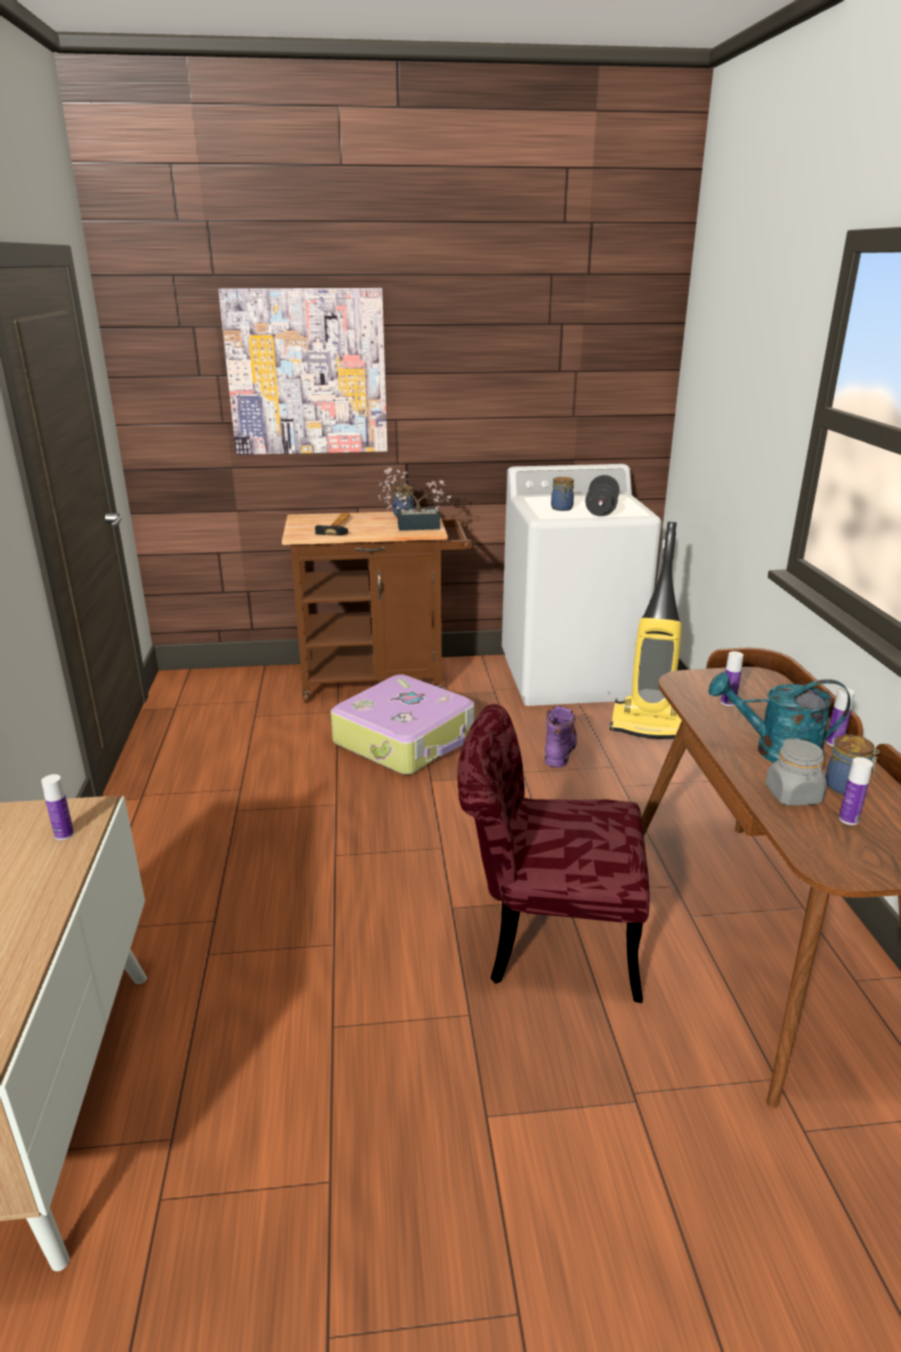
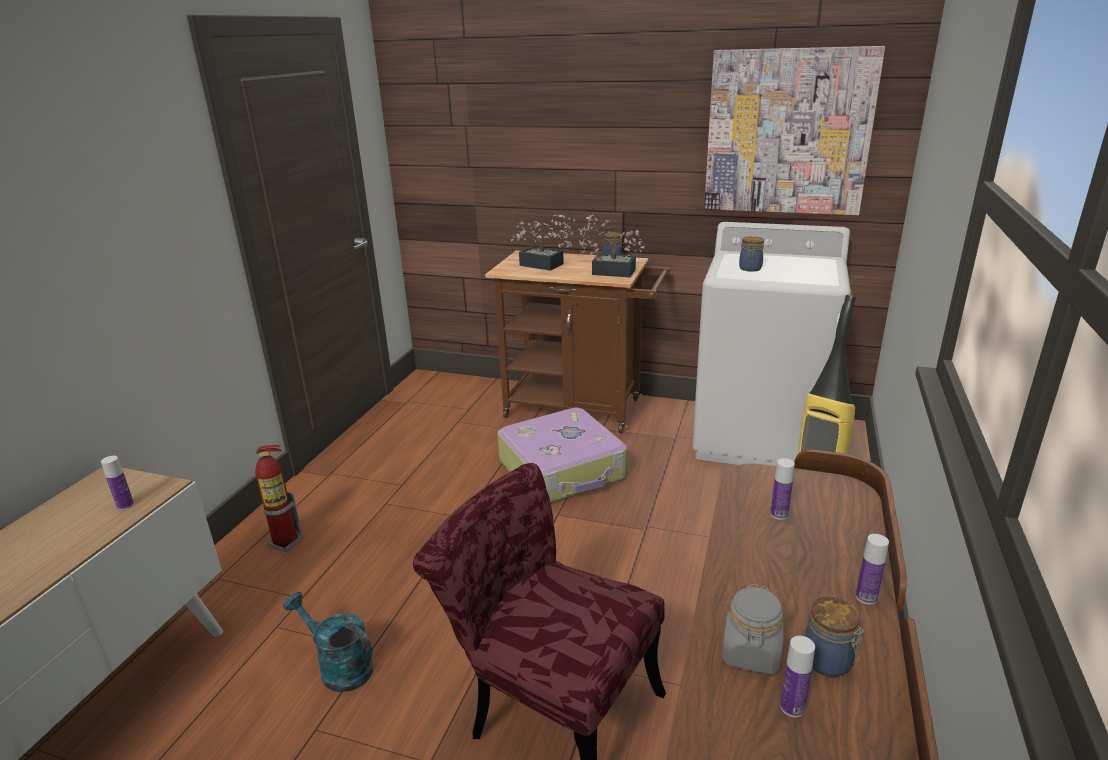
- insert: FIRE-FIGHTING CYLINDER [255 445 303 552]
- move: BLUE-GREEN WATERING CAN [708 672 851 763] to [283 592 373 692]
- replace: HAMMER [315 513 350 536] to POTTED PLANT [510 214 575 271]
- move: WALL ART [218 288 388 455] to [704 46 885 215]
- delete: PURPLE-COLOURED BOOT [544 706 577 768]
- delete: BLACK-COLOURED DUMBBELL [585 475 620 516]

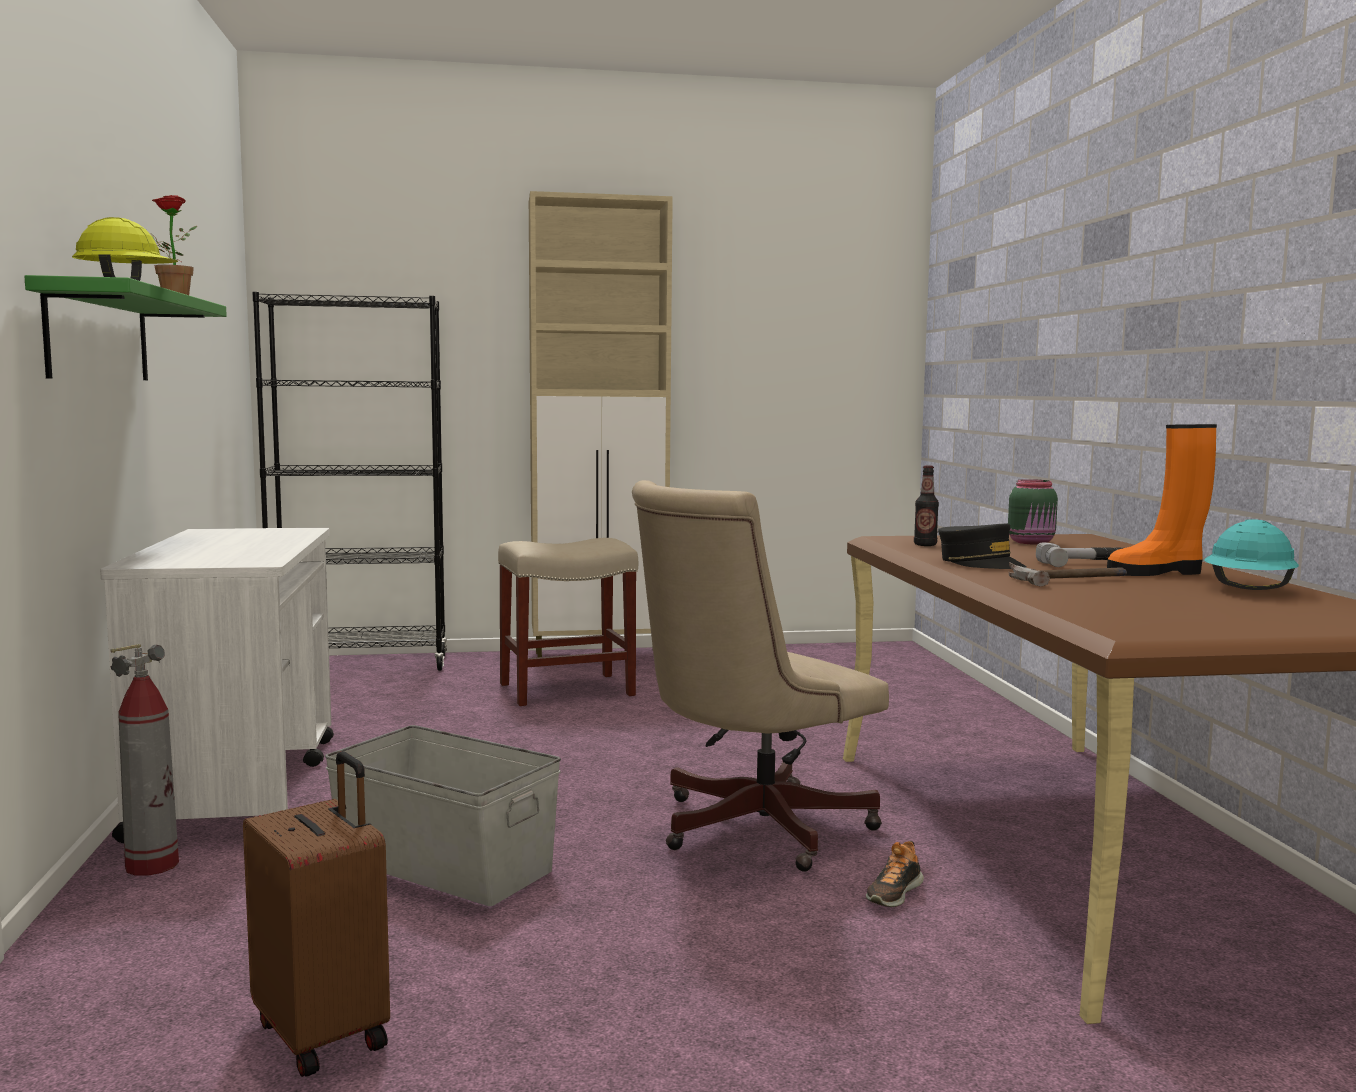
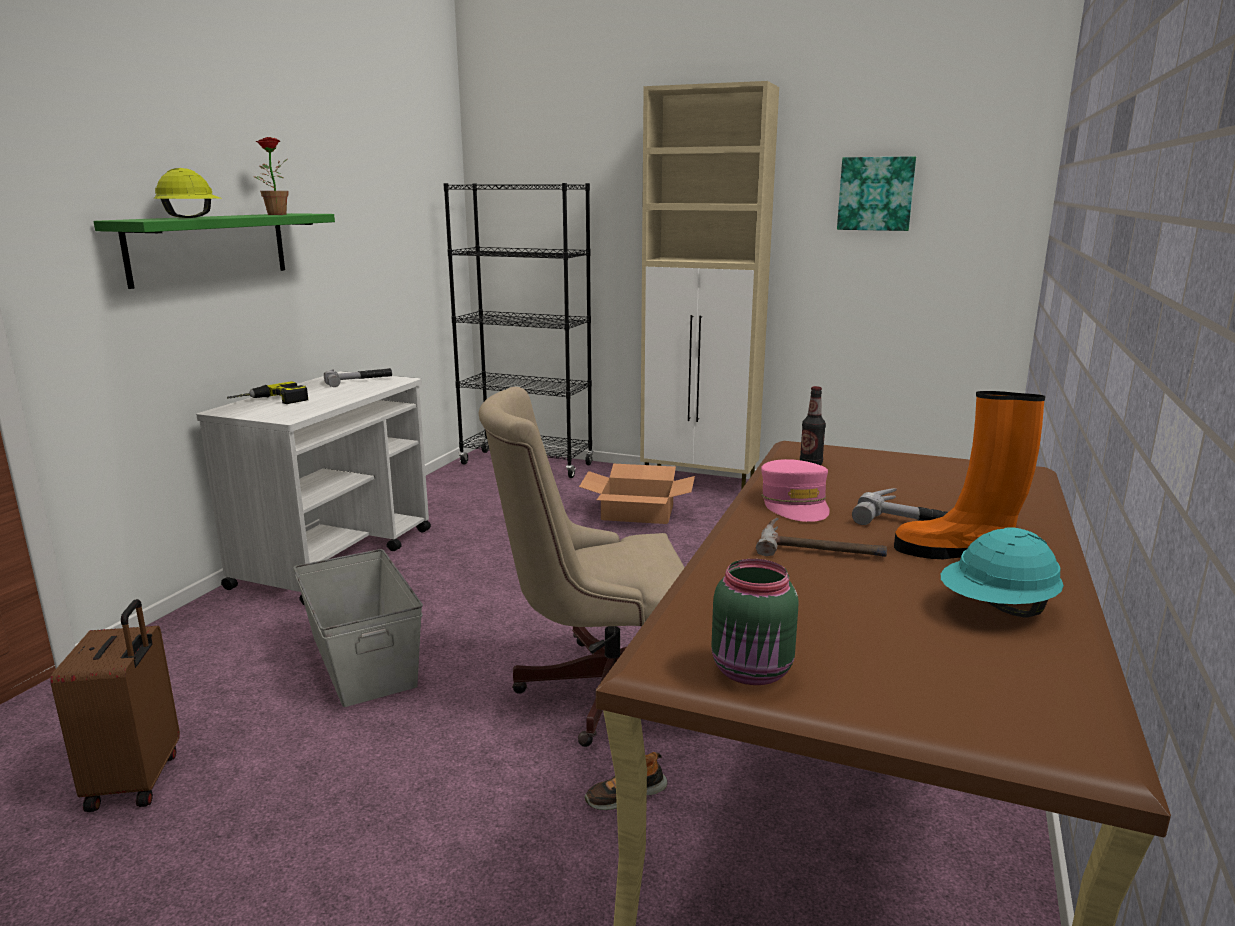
- insert: ELECTRIC DRILL [227 381 308 404]
- insert: HAMMER [324 368 392 387]
- replace: BEIGE STOOL SEAT [498 538 638 706] to PACKING BOX [579 464 695 524]
- move: GREEN-COLOURED PRESERVE JAR [1008 479 1058 545] to [711 559 798 685]
- recolor: BLACK-COLOURED CAP [938 524 1026 569] to PINK CAP [761 459 830 522]
- insert: WALL ART [837 156 916 231]
- delete: FIRE-FIGHTING CYLINDER [110 644 179 876]

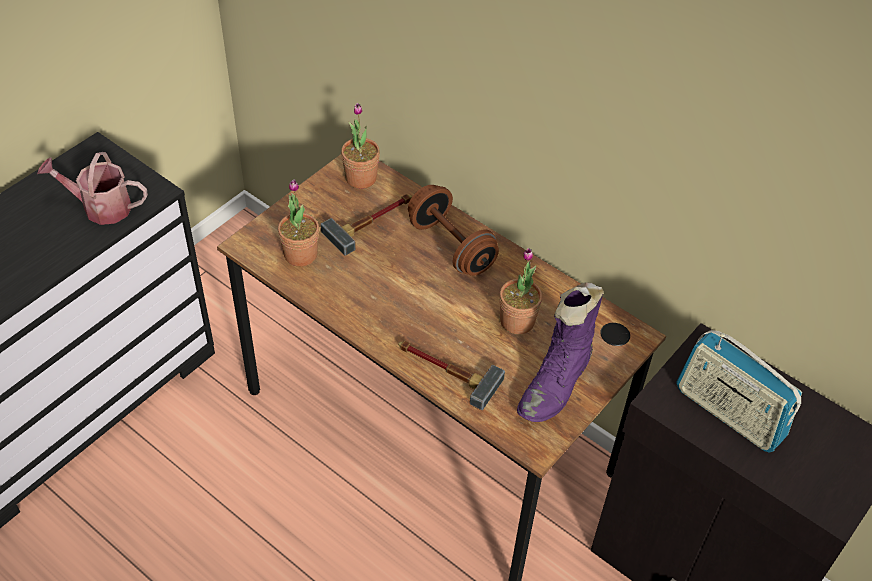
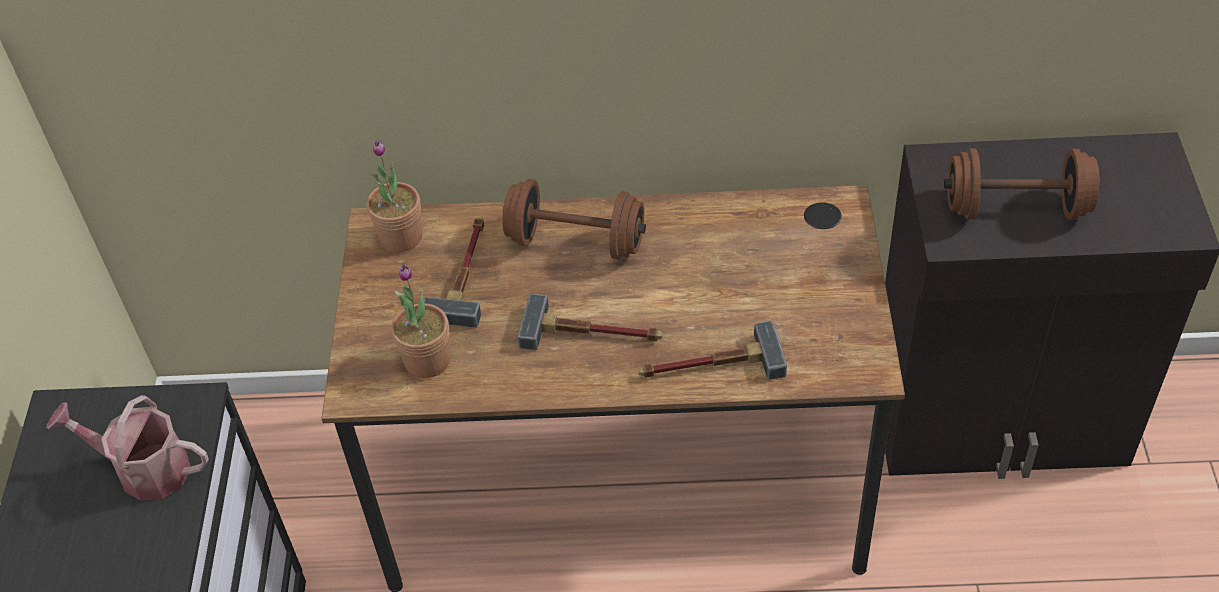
- rotate: WATERING CAN [37 152 148 225] = [46 395 209 501] 45 degrees clockwise
- insert: HAMMER [517 293 663 350]
- replace: RADIO [677 330 802 453] to BROWNISH DUMBBELL [944 148 1101 220]
- delete: POTTED PLANT [499 248 542 334]
- delete: PURPLE-COLOURED BOOT [517 282 604 422]

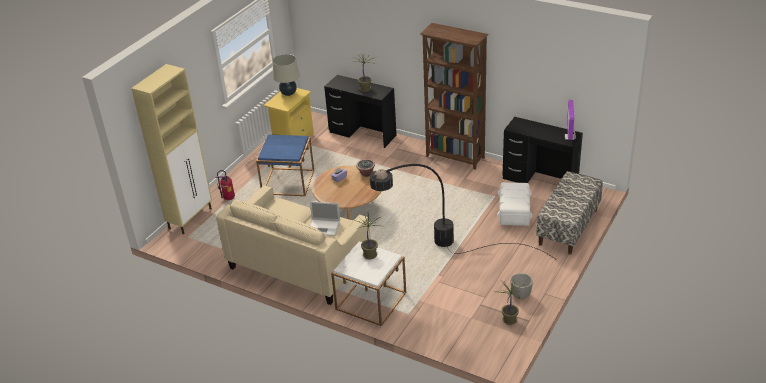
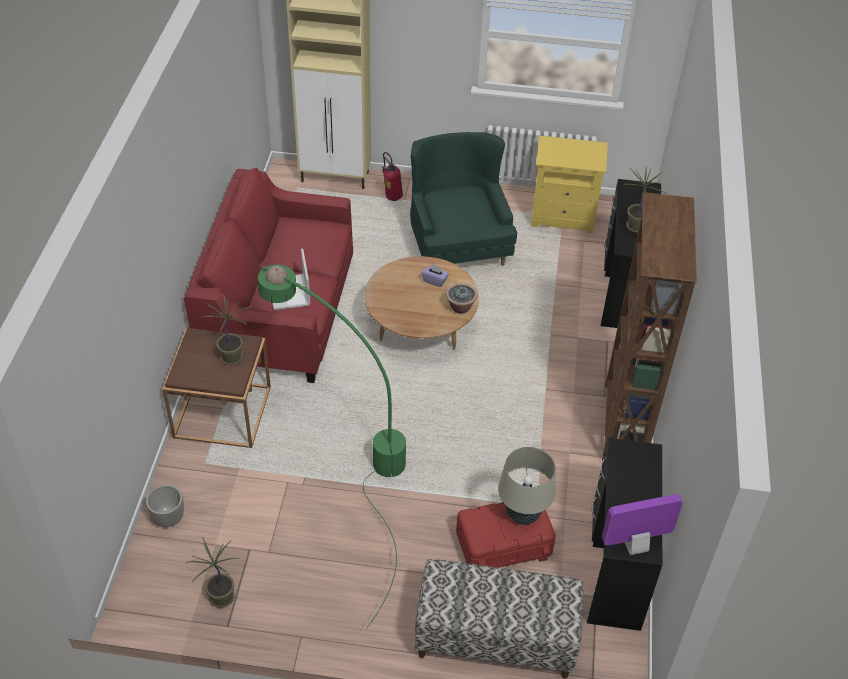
- move: FLOWER POT [511 273 533 299] to [146 485 184 527]
- recolor: WHITISH SIDE TABLE [331 241 406 326] to BROWNISH SIDE TABLE [162 328 271 448]
- recolor: BEIGE COUCH [216 185 371 305] to RED COUCH [184 168 353 383]
- recolor: BLACK-COLOURED STANDARD LAMP [370 164 557 260] to GREEN-COLOURED STANDARD LAMP [258 265 406 628]
- replace: BLUISH SIDE TABLE [256 135 314 196] to GREEN-COLOURED EASY CHAIR [410 132 517 266]
- recolor: WHITISH STORAGE BOX [497 182 532 226] to RED STORAGE BOX [456 502 556 568]
- move: BEIGE TABLE LAMP [273 54 300 96] to [498 447 556 525]

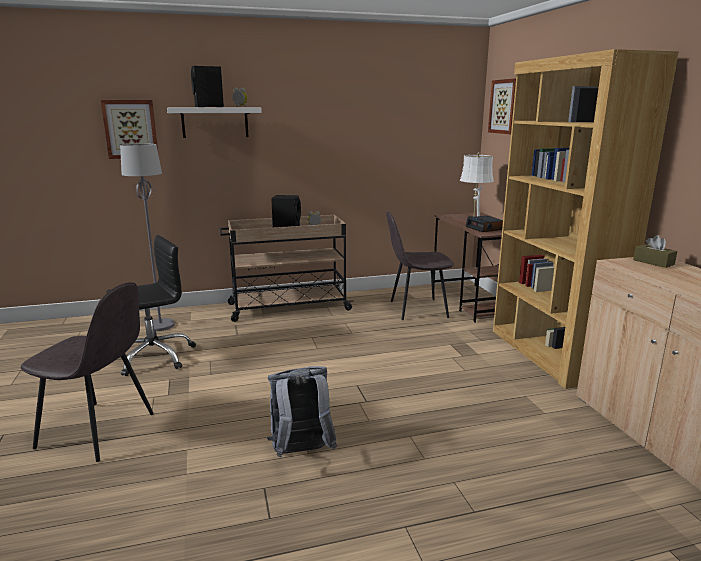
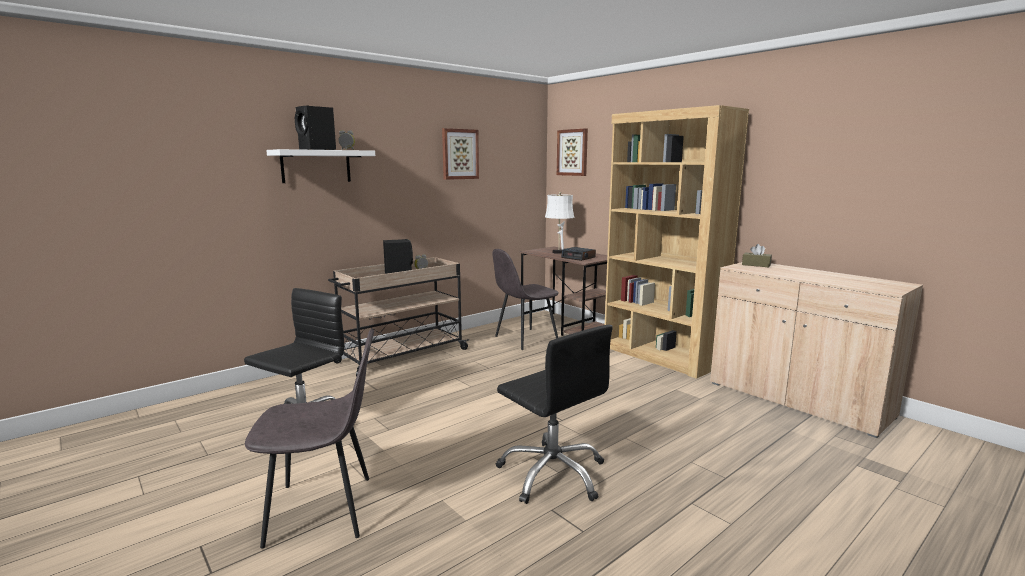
- move: WALL ART [101 100 158 159] to [442 128 479 180]
- replace: GREY BACKPACK [267 366 337 457] to BLACK-COLOURED DESK CHAIR [496 325 613 504]
- delete: GREY STANDARD LAMP [120 144 175 331]

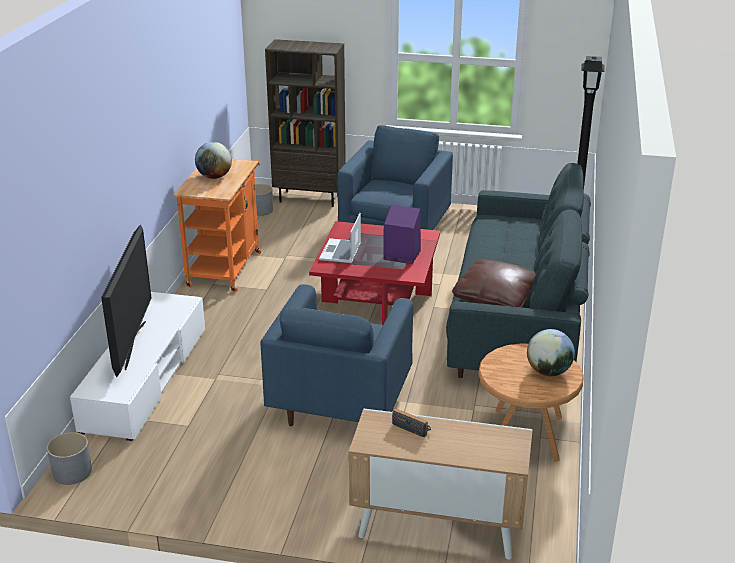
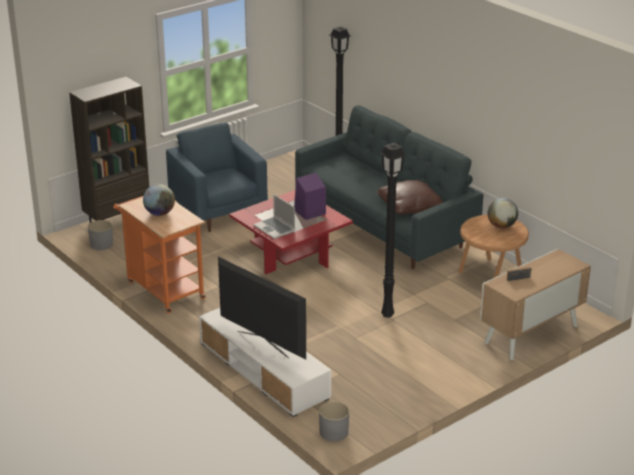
- replace: BLUISH EASY CHAIR [260 284 413 426] to BLACK-COLOURED STANDARD LAMP [379 142 408 318]

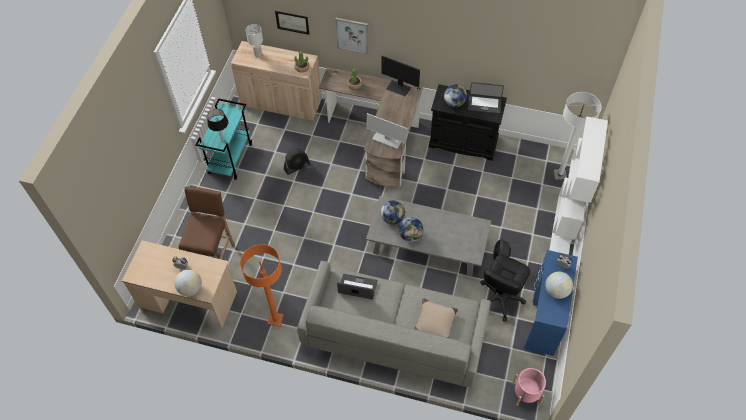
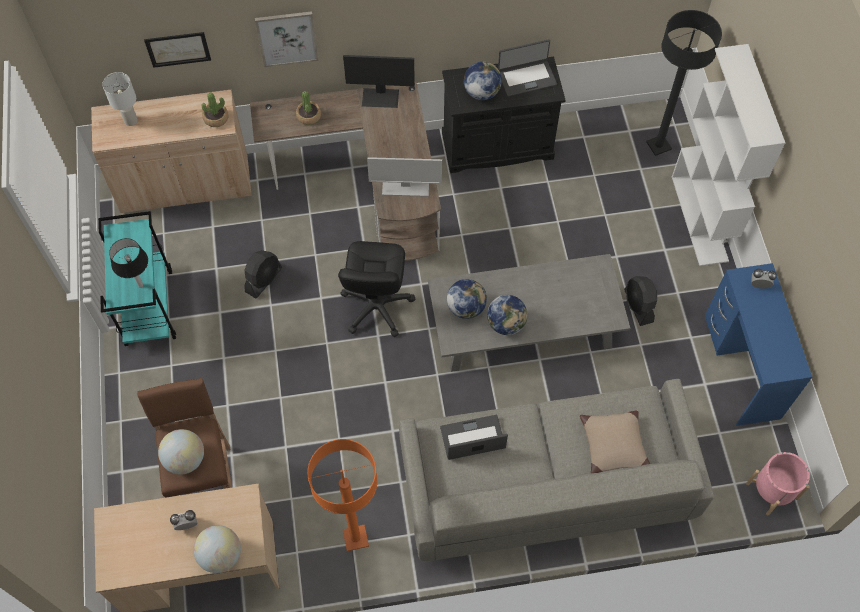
- move: GLOBE [545 272 573 299] to [158 429 204 475]
- move: BLACK-COLOURED DESK CHAIR [480 255 530 322] to [338 241 416 337]
- recolor: WHITISH STANDARD LAMP [553 92 602 180] to BLACK-COLOURED STANDARD LAMP [646 10 722 156]

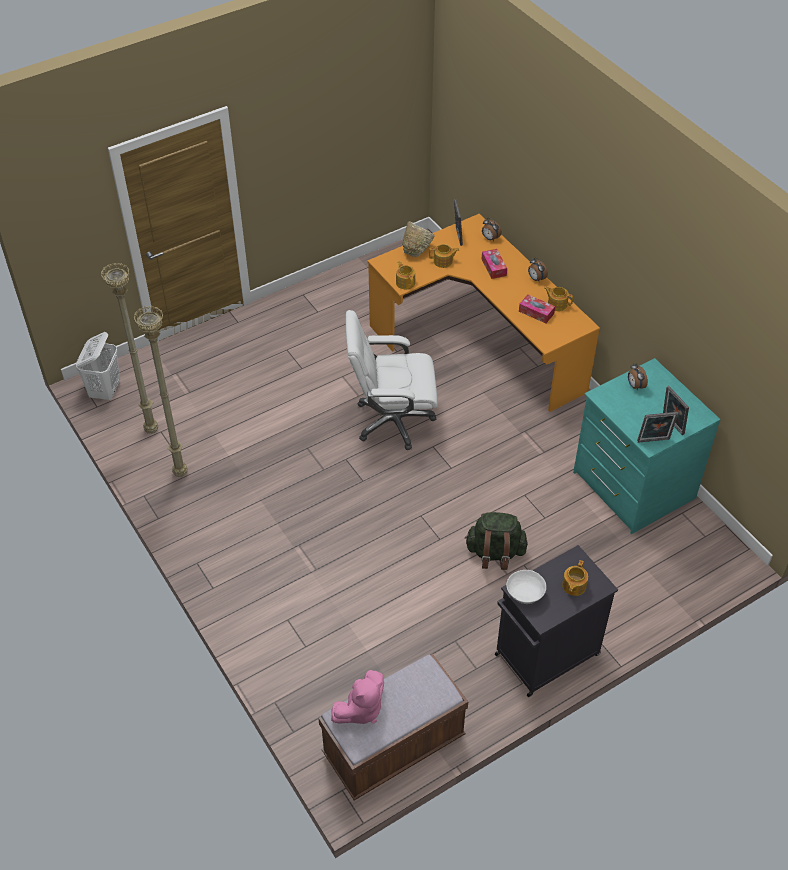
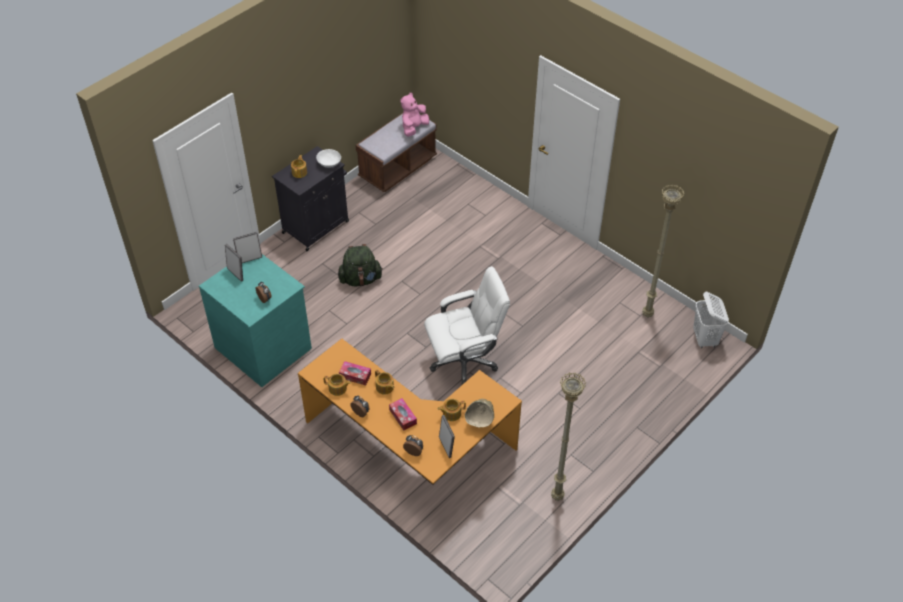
- move: TEA POT [396 261 415 289] to [375 370 394 395]
- move: BEIGE STANDARD LAMP [133 306 188 477] to [551 372 586 501]

